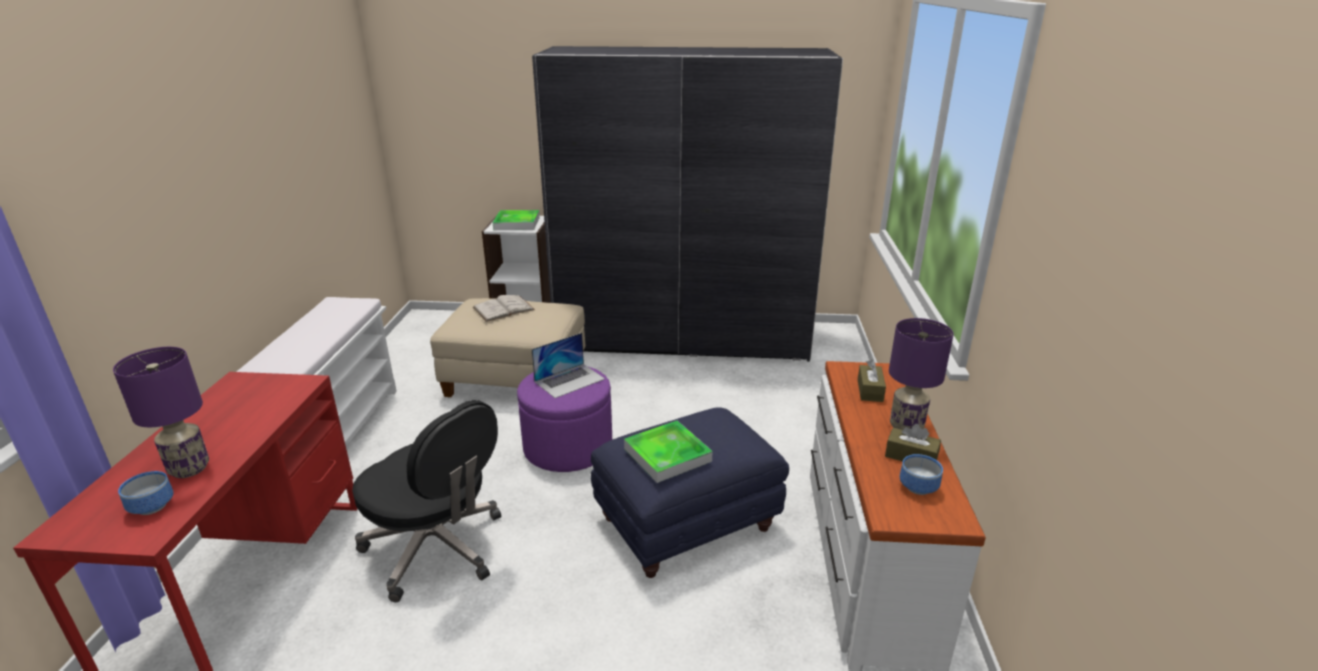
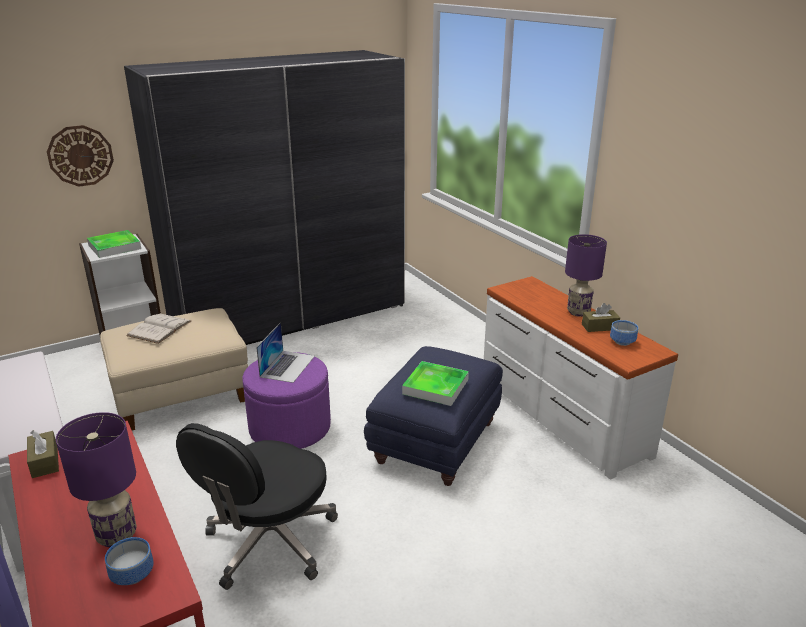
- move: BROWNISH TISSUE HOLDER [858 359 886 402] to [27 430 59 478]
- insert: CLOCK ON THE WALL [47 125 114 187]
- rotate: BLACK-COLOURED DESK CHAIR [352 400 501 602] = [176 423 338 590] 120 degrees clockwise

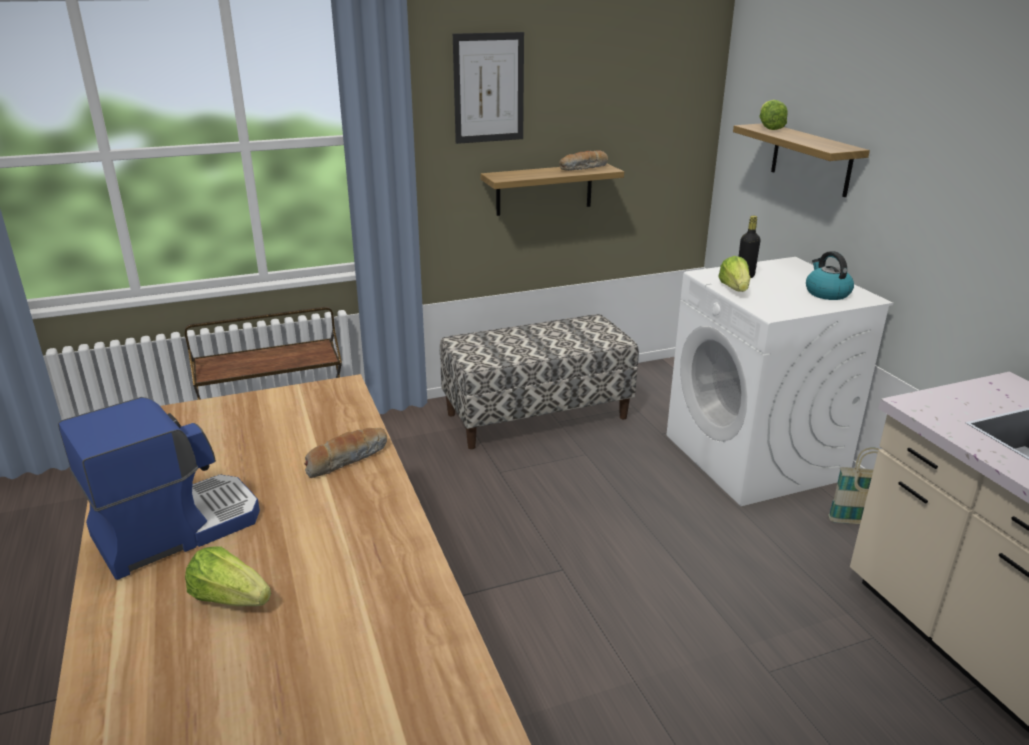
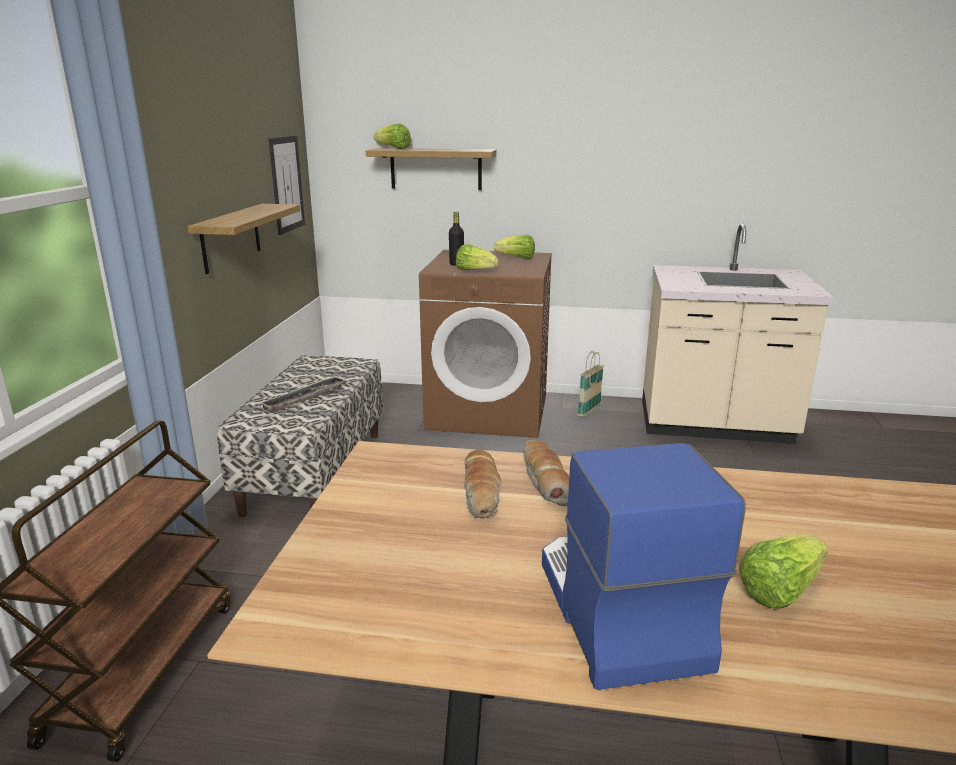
- insert: SERVING TRAY [259 376 347 412]
- move: WALL ART [453 32 524 144] to [269 135 305 235]
- recolor: WHITISH LAUNDRY MACHINE [667 257 893 506] to BROWNISH LAUNDRY MACHINE [419 250 552 438]
- move: BAKED BREAD [559 150 608 171] to [464 450 501 518]
- replace: KETTLE [806 251 854 300] to HEAD OF LETTUCE [494 234 535 259]

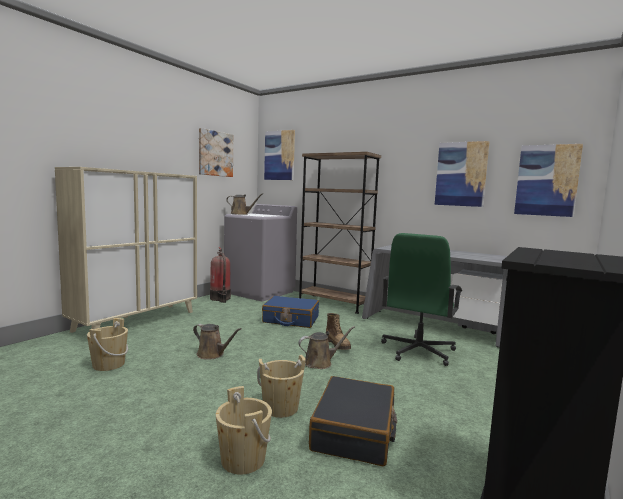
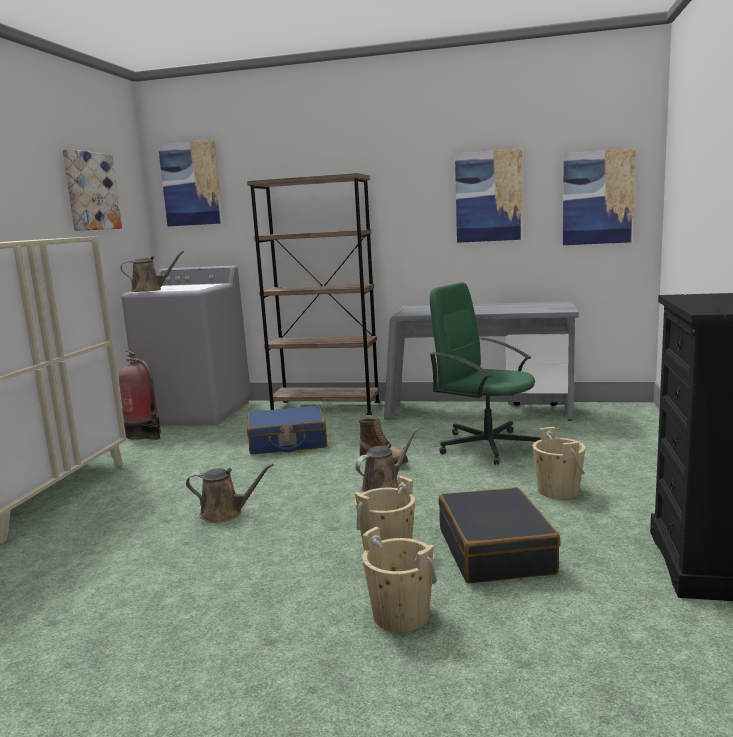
- rotate: GREEN-COLOURED DESK CHAIR [381 233 462 366] = [429 282 541 465] 120 degrees clockwise
- move: BEIGE WATER BUCKET [87 318 128 371] to [533 427 586 499]

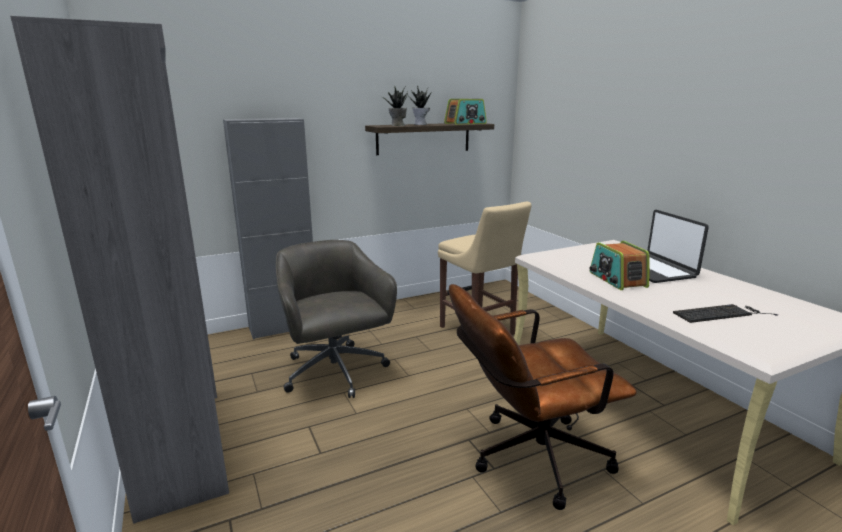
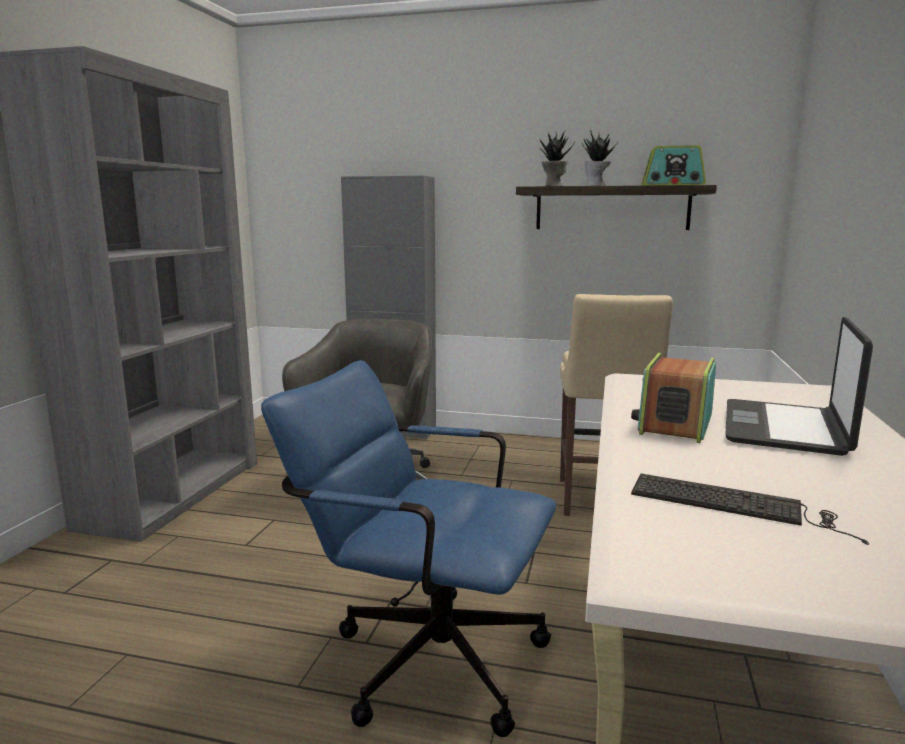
- recolor: BROWNISH DESK CHAIR [449 284 637 510] to BLUISH DESK CHAIR [261 360 556 737]

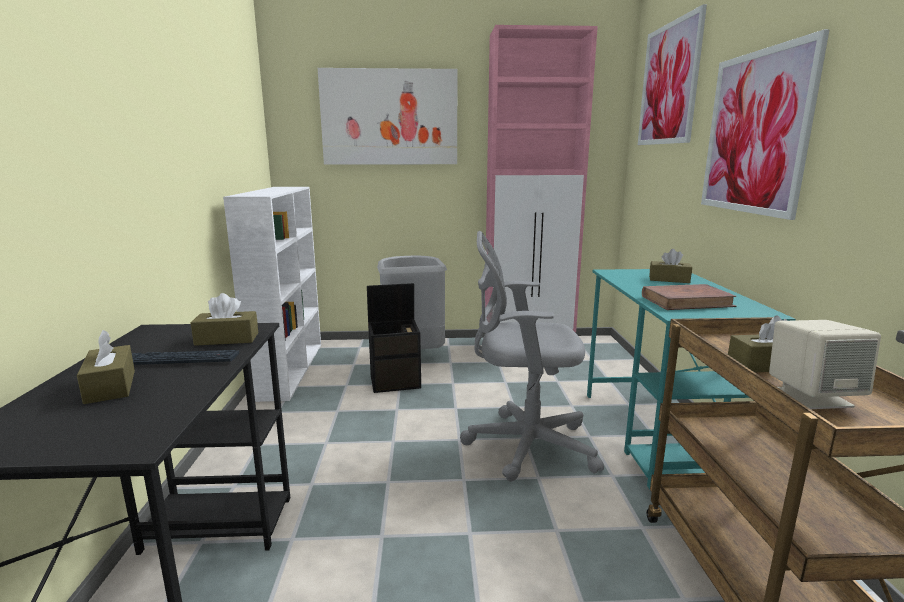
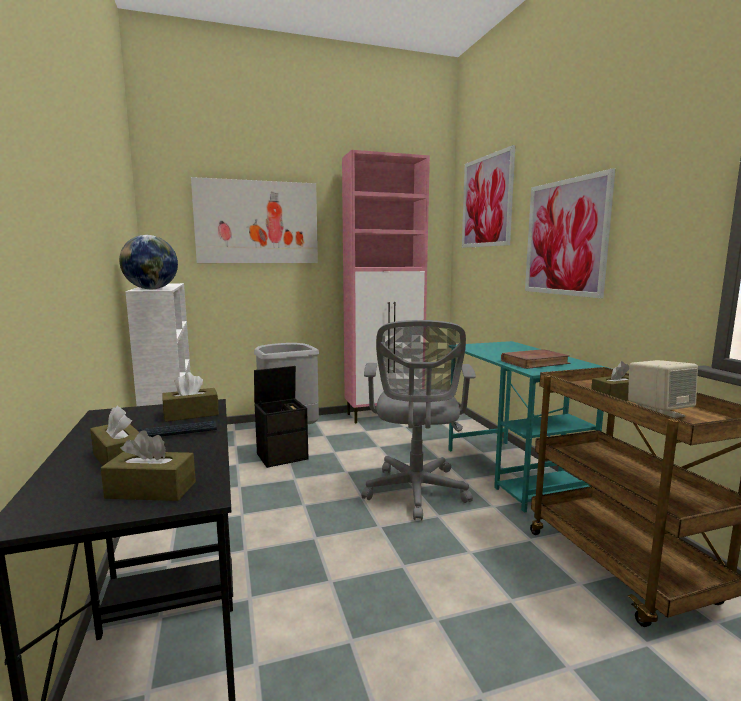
- move: BROWNISH TISSUE HOLDER [649 249 692 283] to [101 430 196 501]
- insert: GLOBE [119 235 178 289]
- rotate: GREY DESK CHAIR [460 231 604 482] = [361 320 476 520] 75 degrees counterclockwise

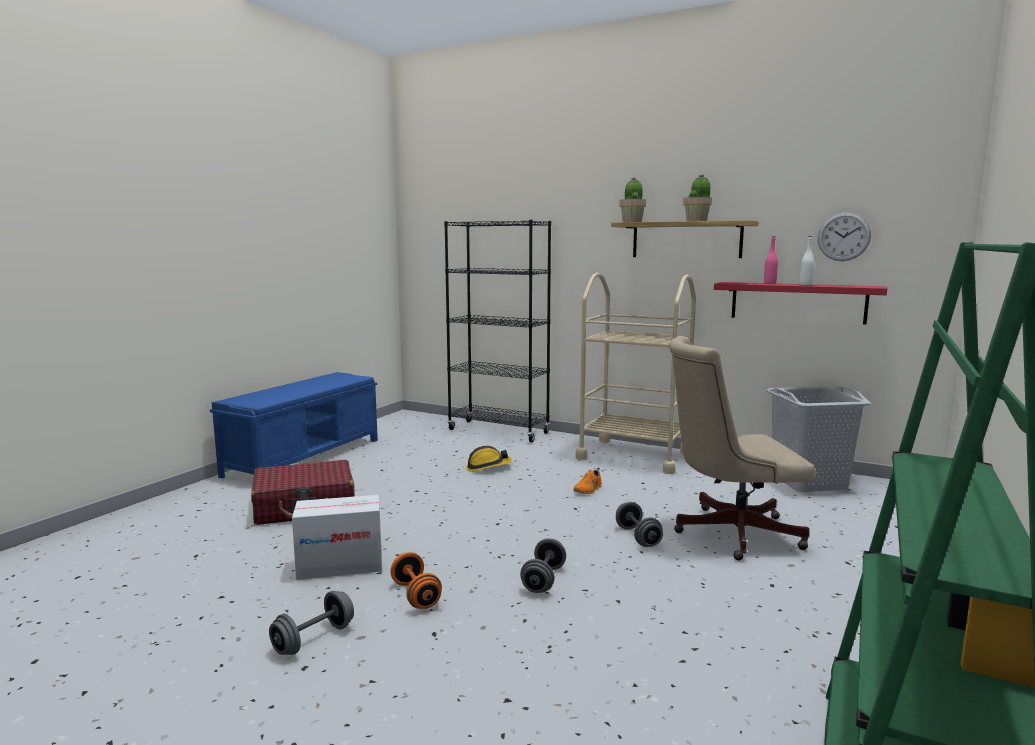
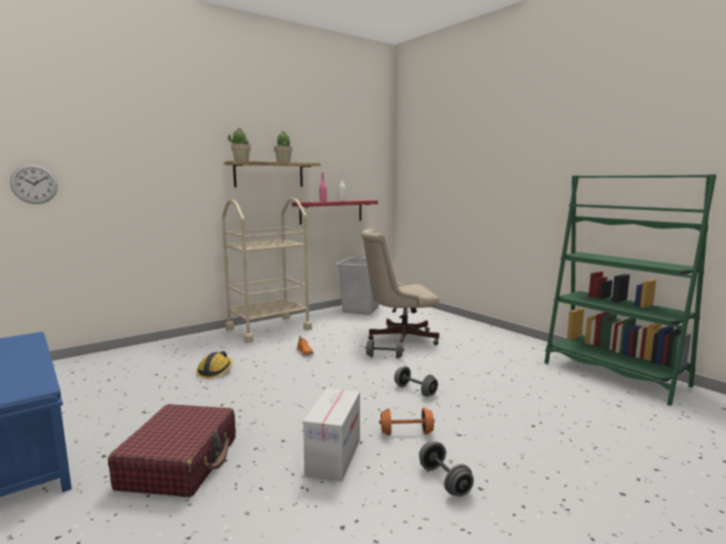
- move: CLOCK ON THE WALL [818 212 871 261] to [10 164 58 204]
- rotate: BEIGE DESK CHAIR [669 336 815 560] = [361 229 439 345] 60 degrees clockwise
- delete: BLACK-COLOURED BOOKSHELF [444 220 551 442]

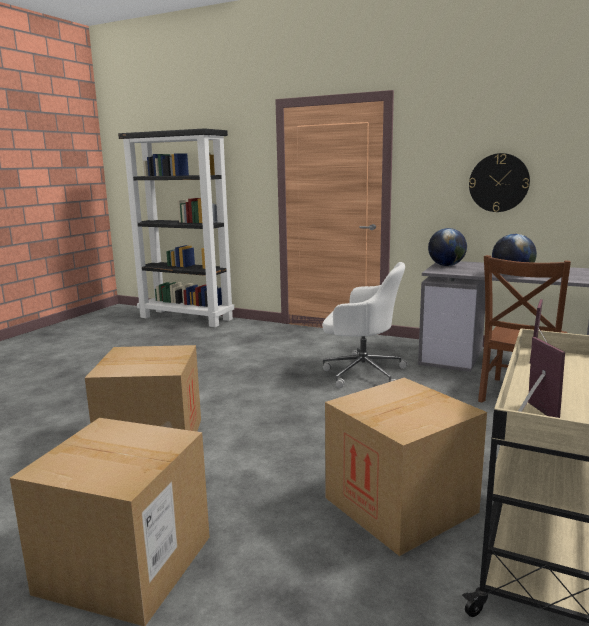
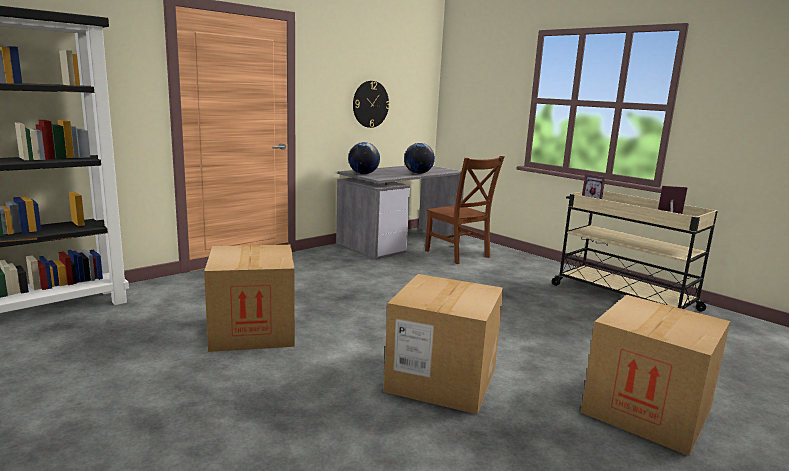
- move: PACKING BOX [325 378 487 556] to [204 245 295 352]
- delete: WHITISH DESK CHAIR [322 262 407 388]

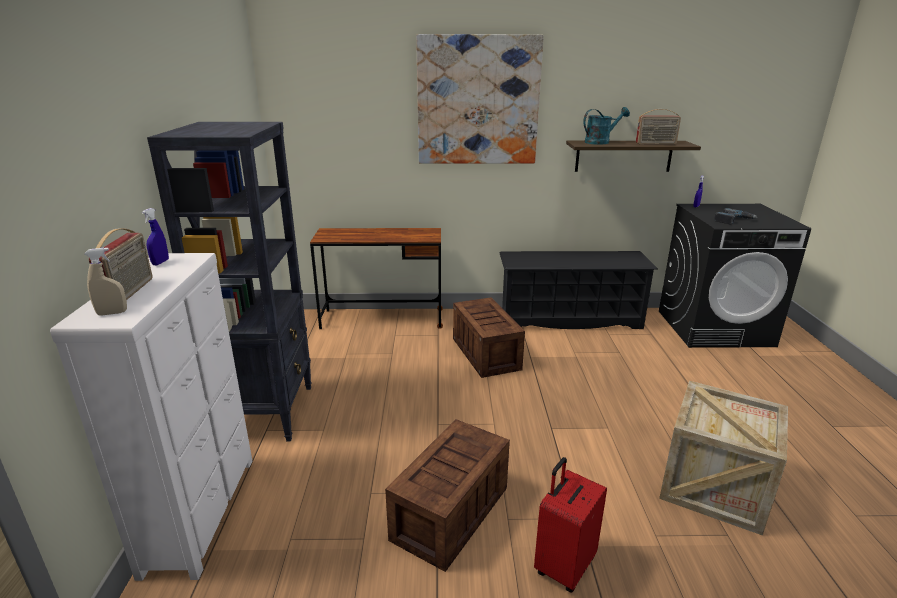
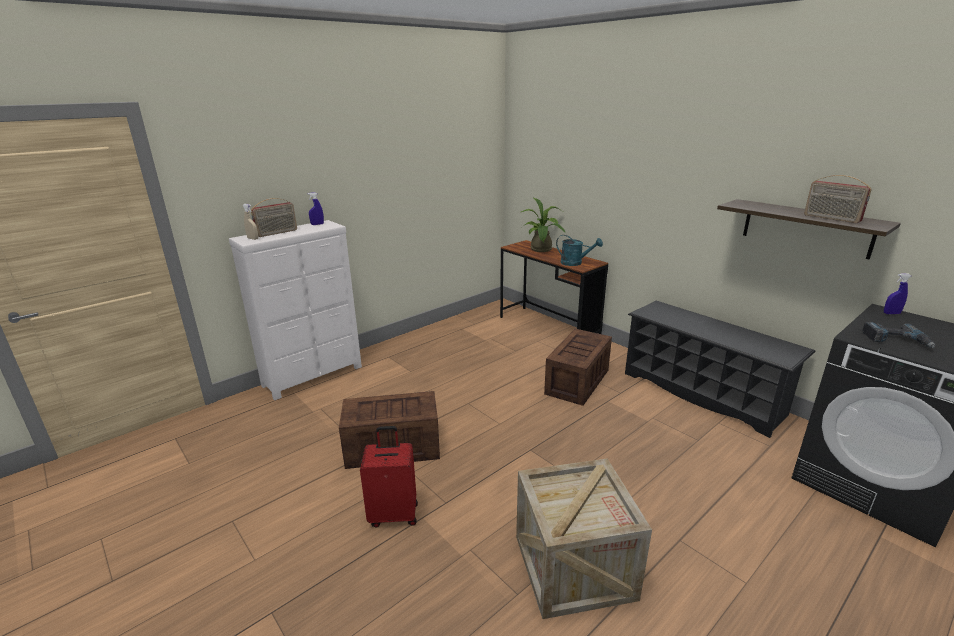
- insert: POTTED PLANT [521 197 565 252]
- move: BLUE-GREEN WATERING CAN [583 107 630 145] to [556 235 603 266]
- delete: BLACK-COLOURED BOOKSHELF [147 122 312 441]
- delete: WALL ART [416 34 544 164]

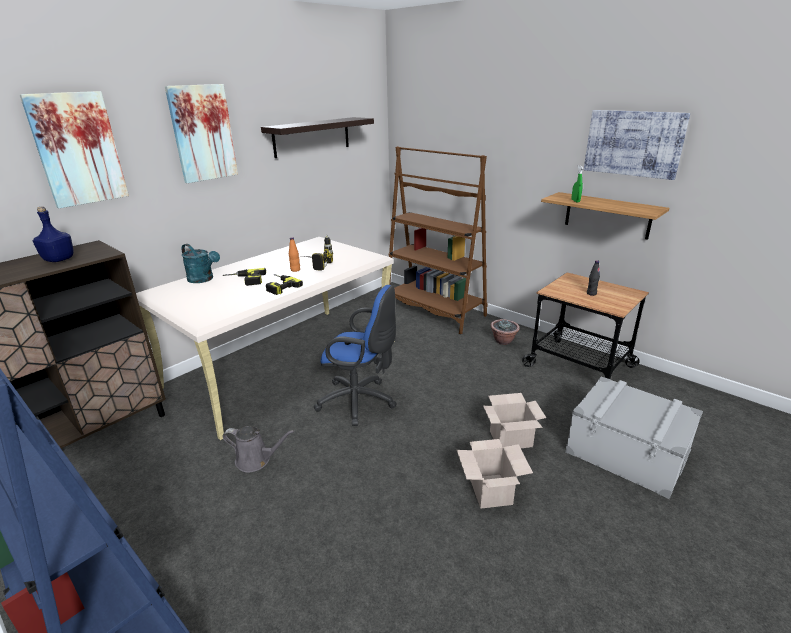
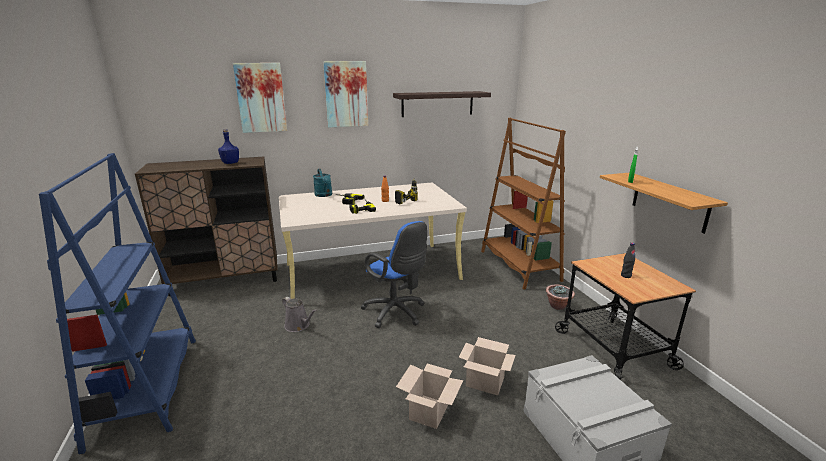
- delete: WALL ART [584 110 690 180]

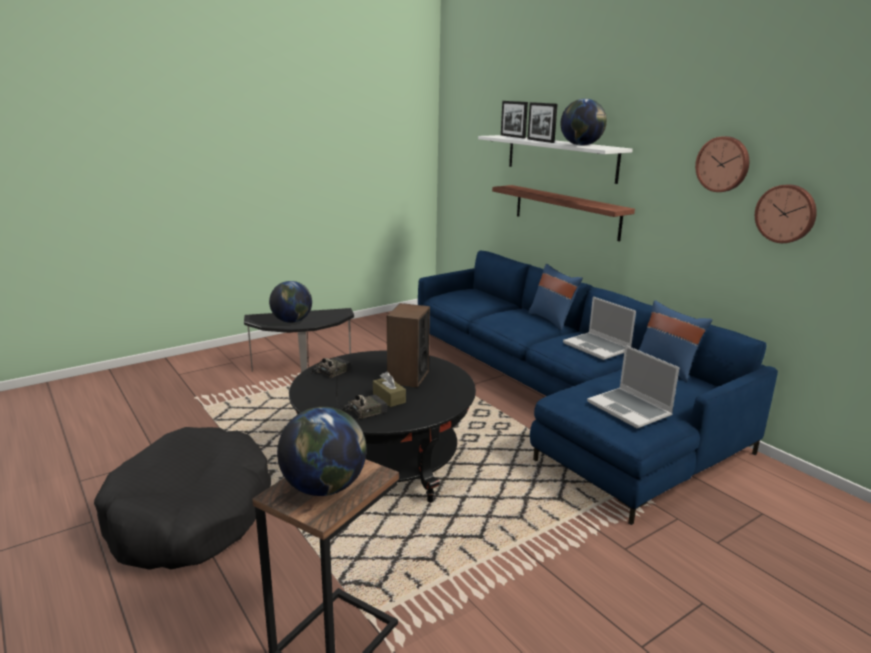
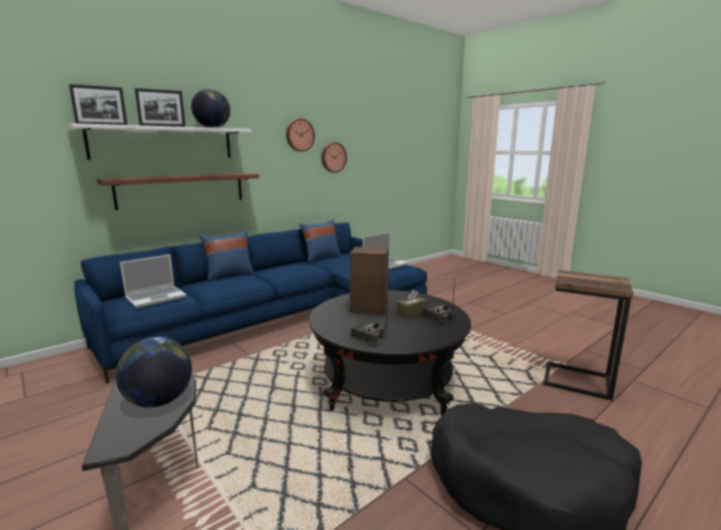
- move: PORTABLE COMPUTER [563 296 636 360] to [120 254 186 308]
- delete: GLOBE [277 407 366 496]

